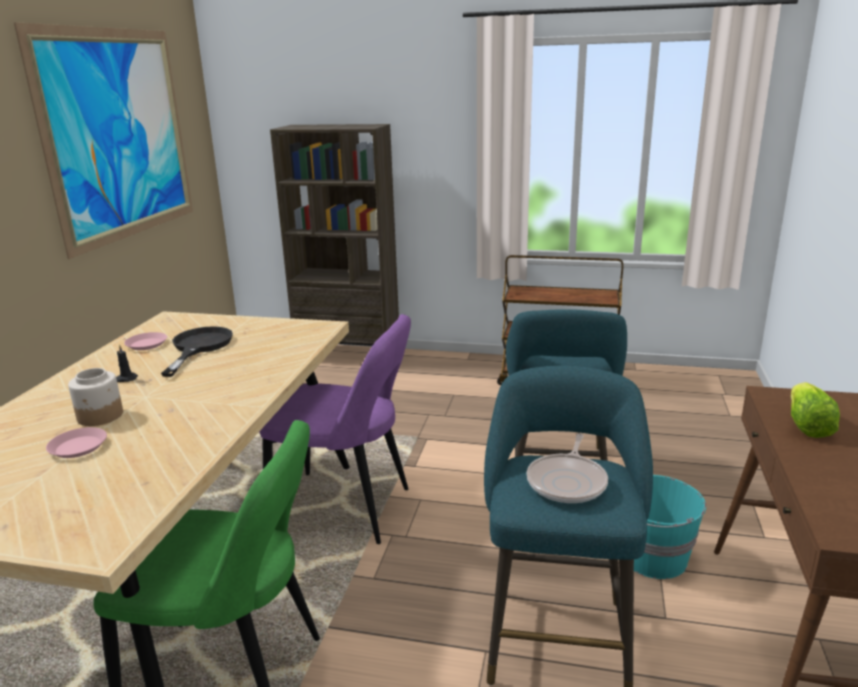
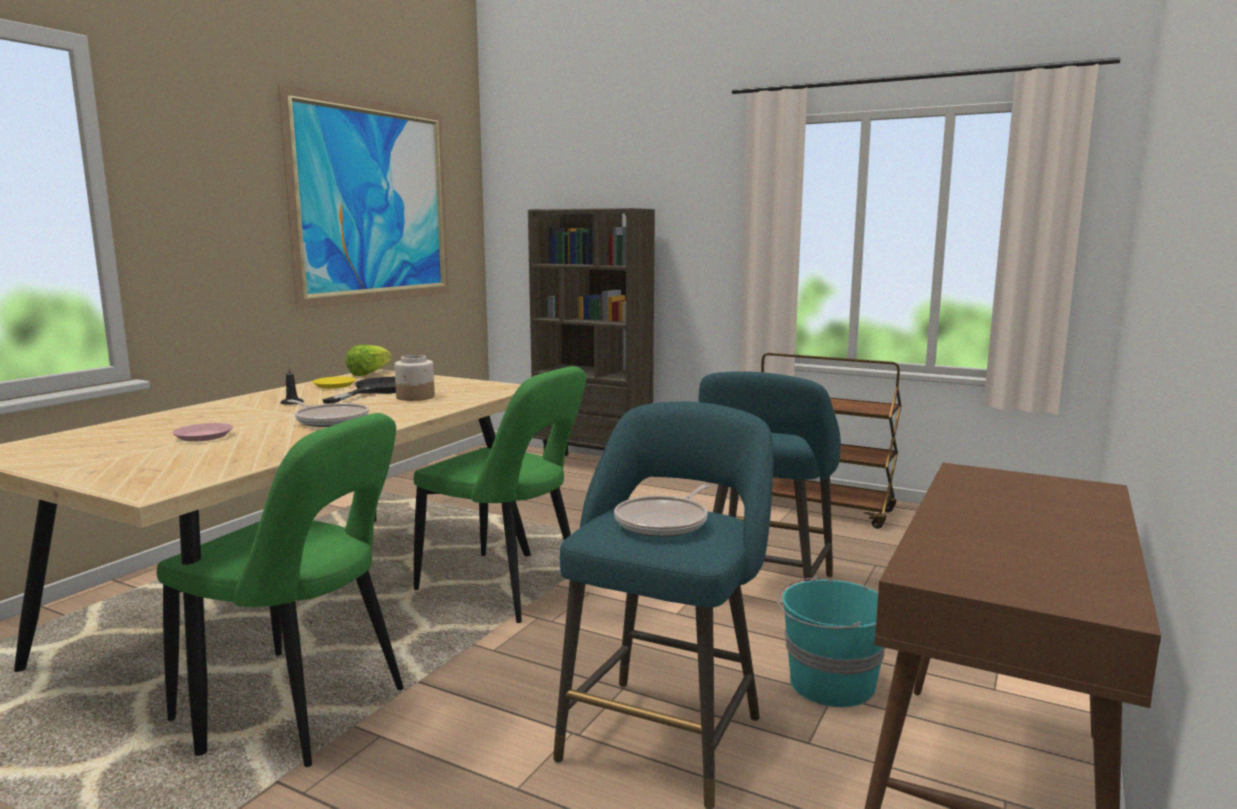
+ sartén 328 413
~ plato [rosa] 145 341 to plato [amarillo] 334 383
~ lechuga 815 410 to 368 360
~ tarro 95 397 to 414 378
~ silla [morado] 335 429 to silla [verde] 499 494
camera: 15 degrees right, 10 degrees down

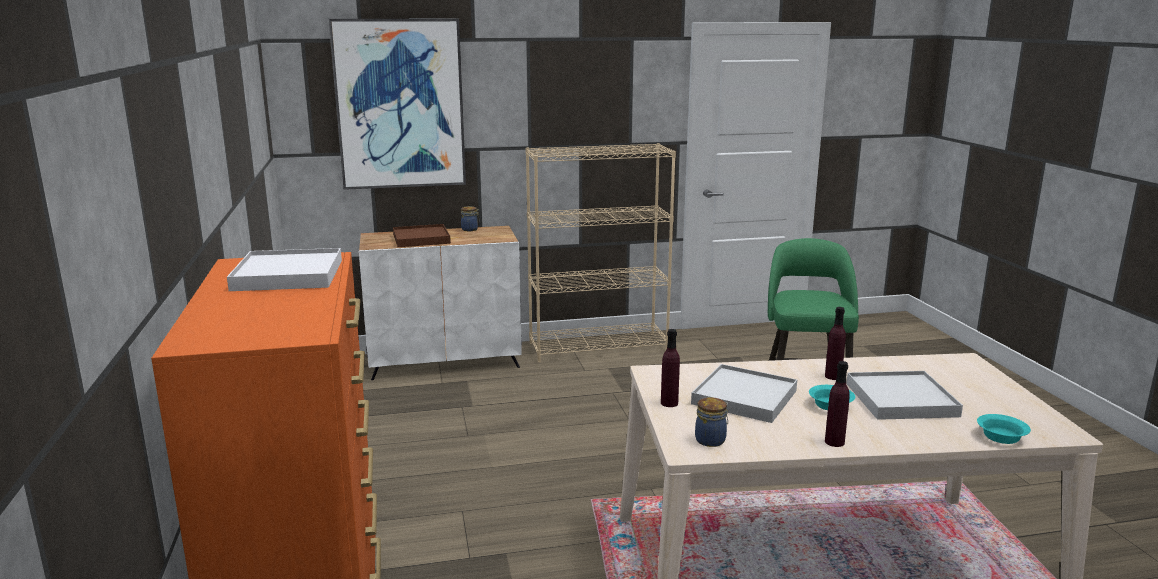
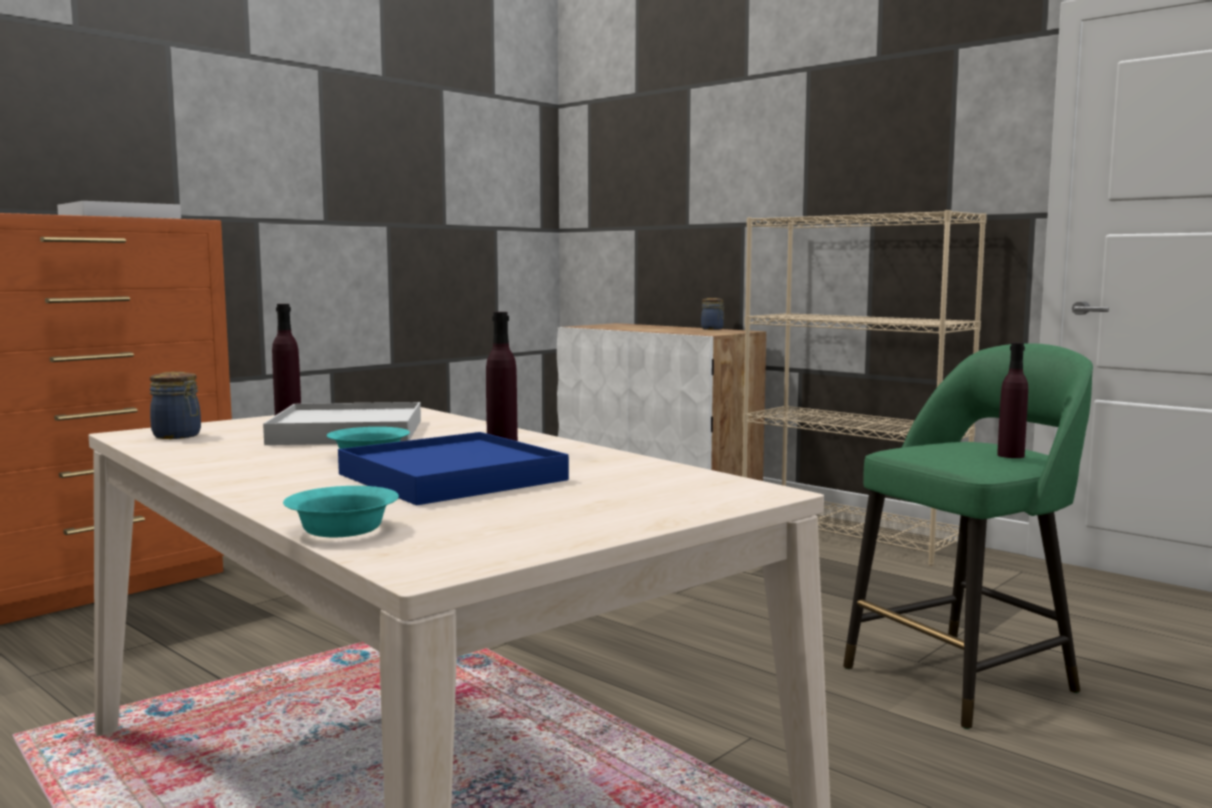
~ bandeja [blanco] 904 395 to bandeja [azul] 453 468
~ botella [morado] 837 404 to 1012 400
- cuadro 397 104
- bandeja [marrón] 422 235
camera: 55 degrees right, 10 degrees down

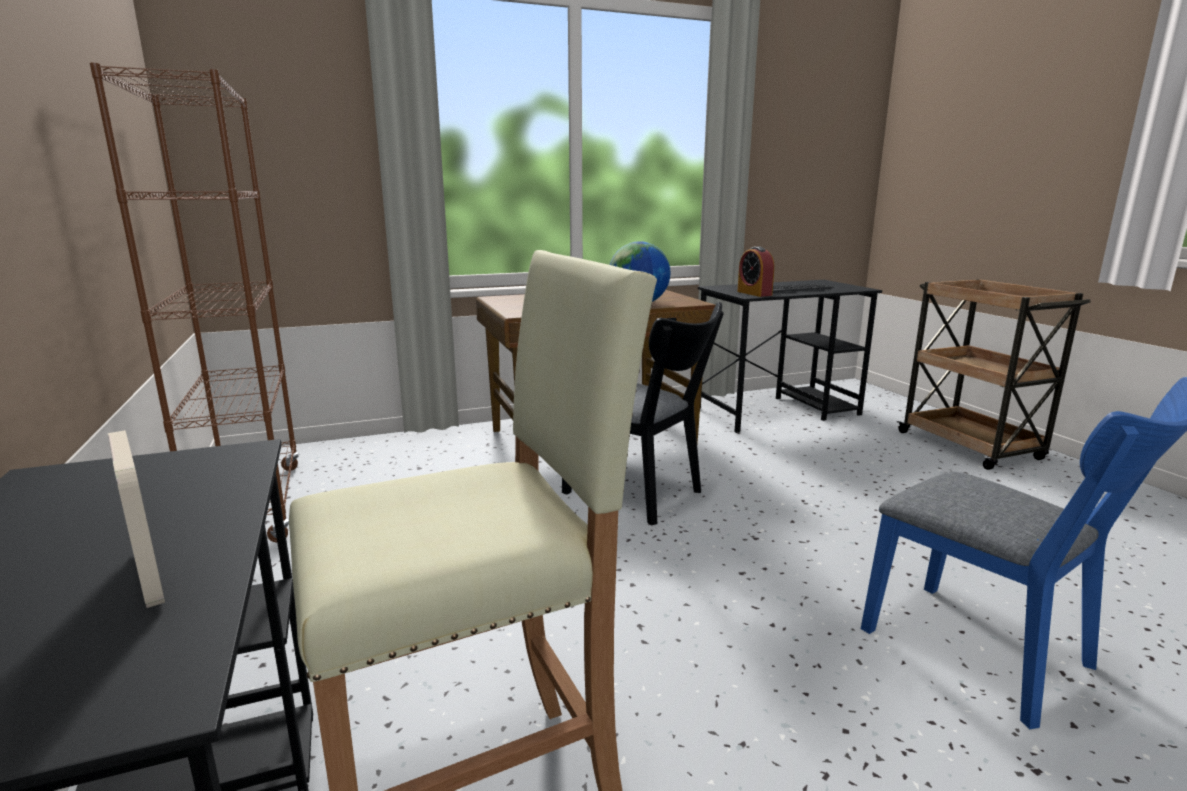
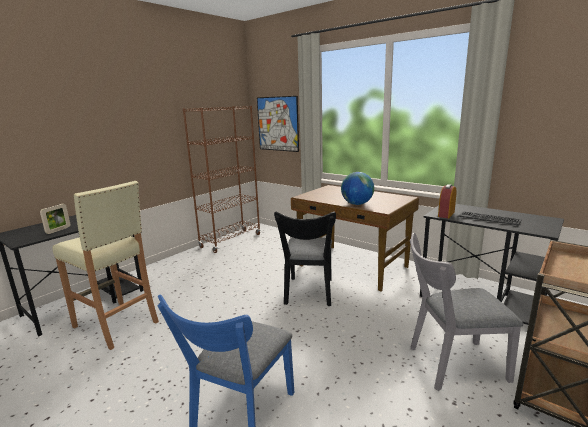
+ cuadro 278 124
+ silla [gris] 466 312
camera: 60 degrees right, 0 degrees up

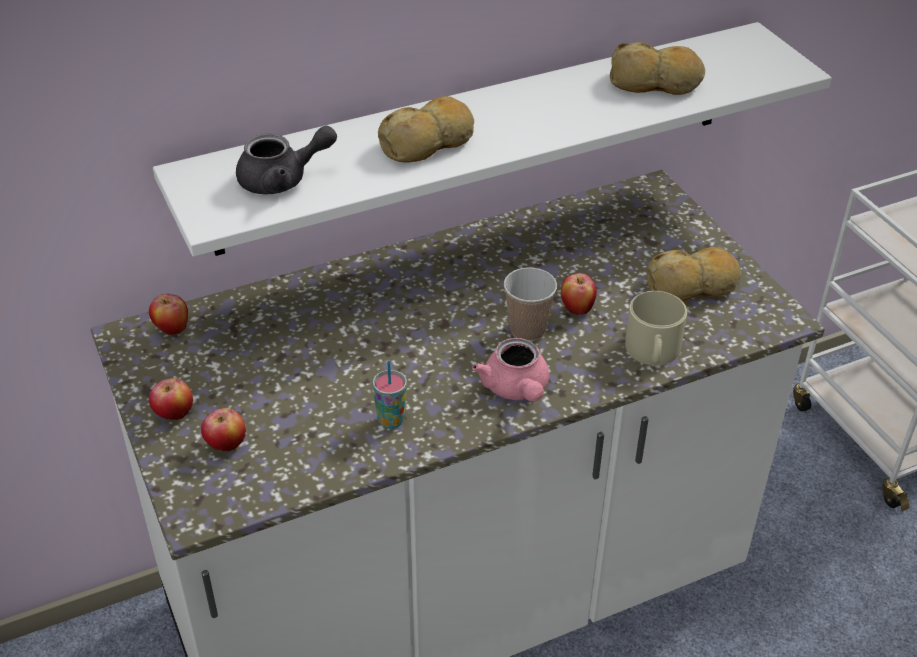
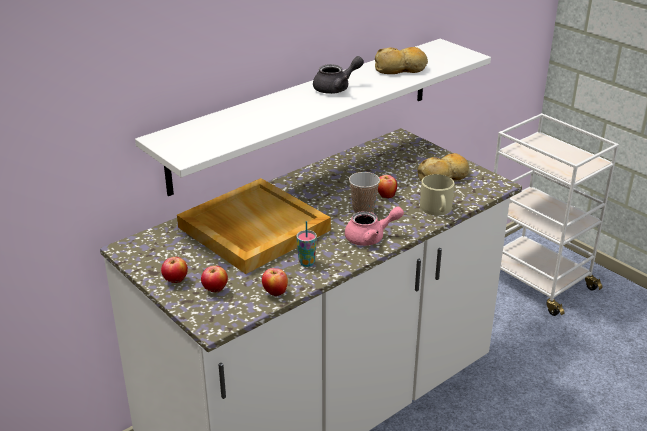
+ bandeja [beis] 254 226
~ manzana 168 314 to 275 282
~ tetera [gris] 286 160 to 338 75
~ tetera [rosa] 510 370 = 374 226 75 degrees counterclockwise
- pan 426 129
camera: 15 degrees left, 10 degrees down

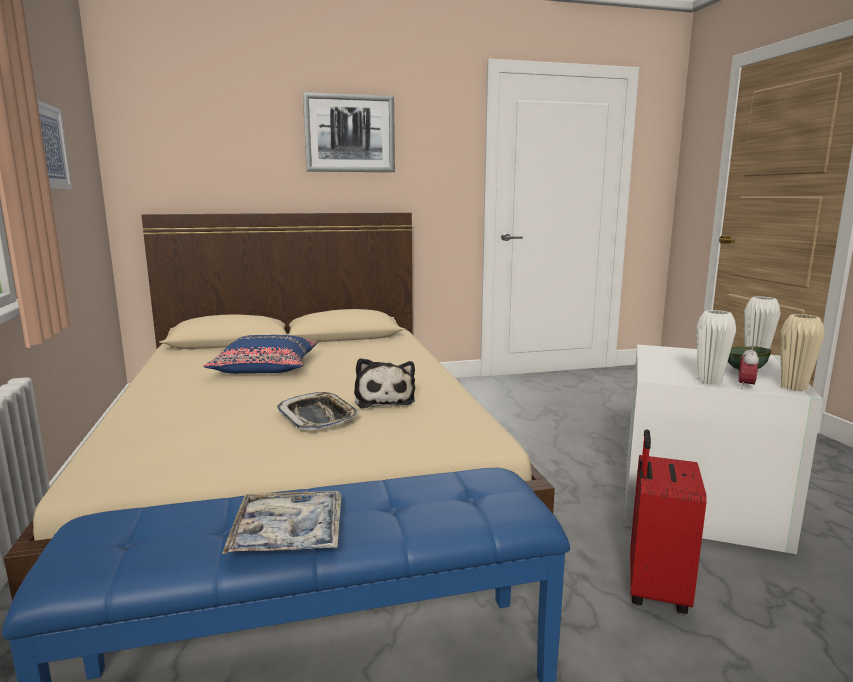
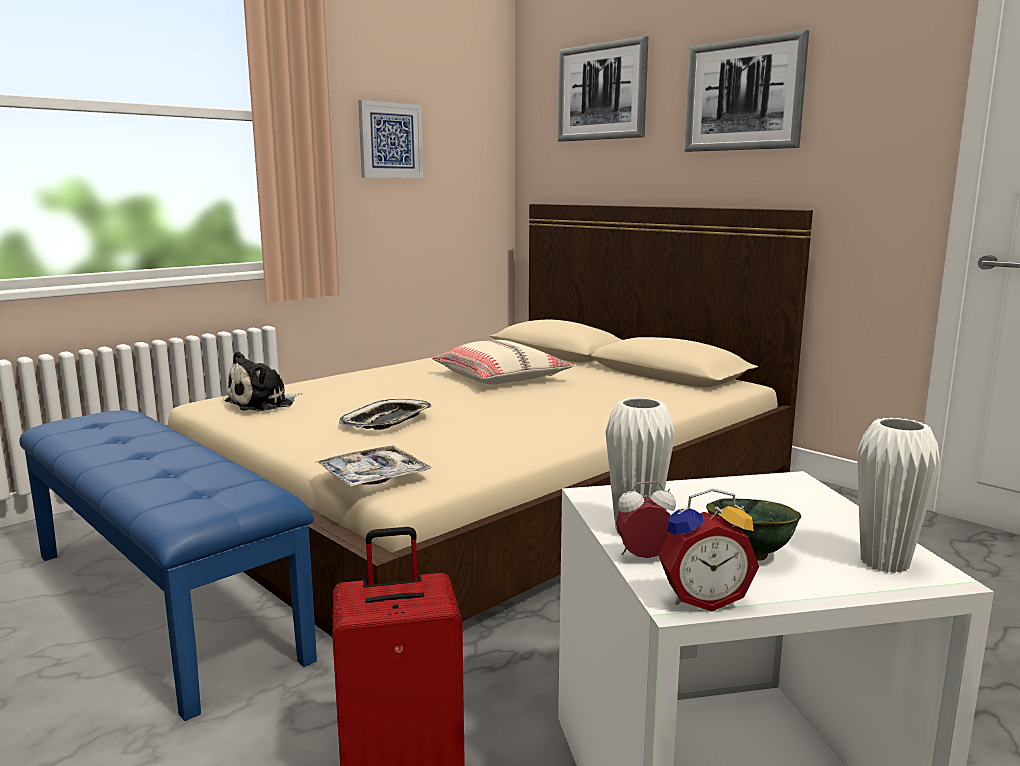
~ peluche 384 383 to 264 381
~ bandeja 282 522 to 374 466
~ cojín [azul] 261 354 to cojín [beis] 503 362
+ cuadro 603 89
~ florero [beis] 803 352 to despertador 708 550
camera: 60 degrees right, 0 degrees up

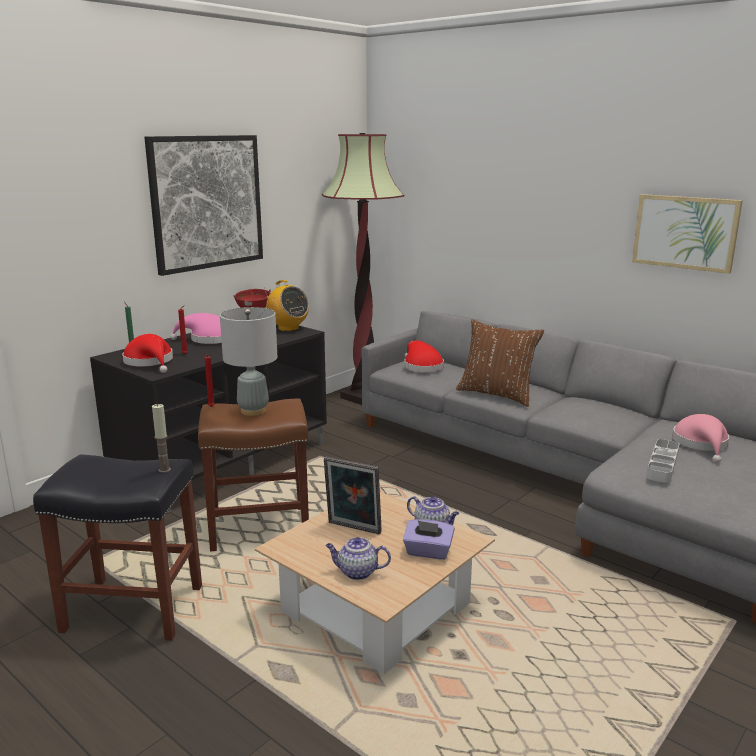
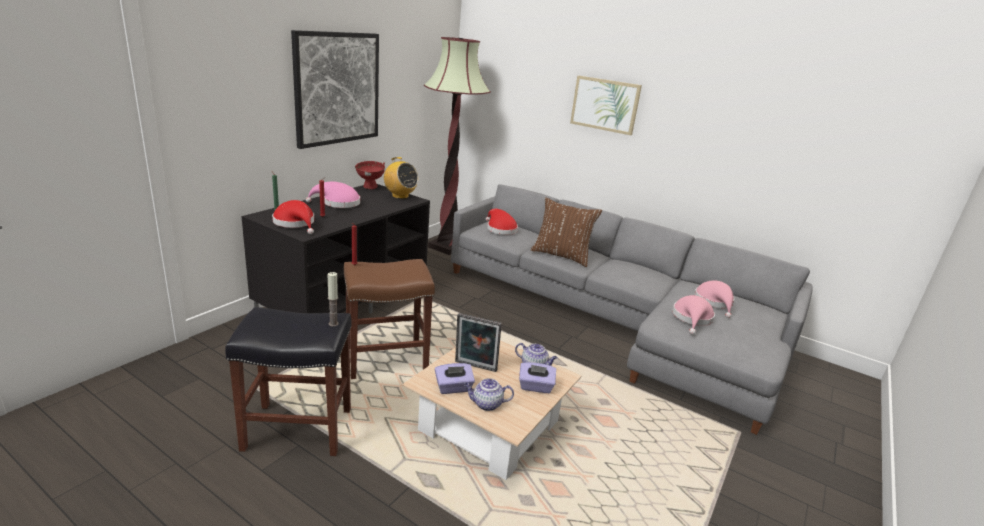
+ caja de pañuelos [morado] 455 378
~ cuadro 687 234 to 606 105
~ bandeja [gris] 662 461 to sombrero [rosa] 693 314
- lámpara de mesa [gris] 248 361
camera: 10 degrees left, 5 degrees up

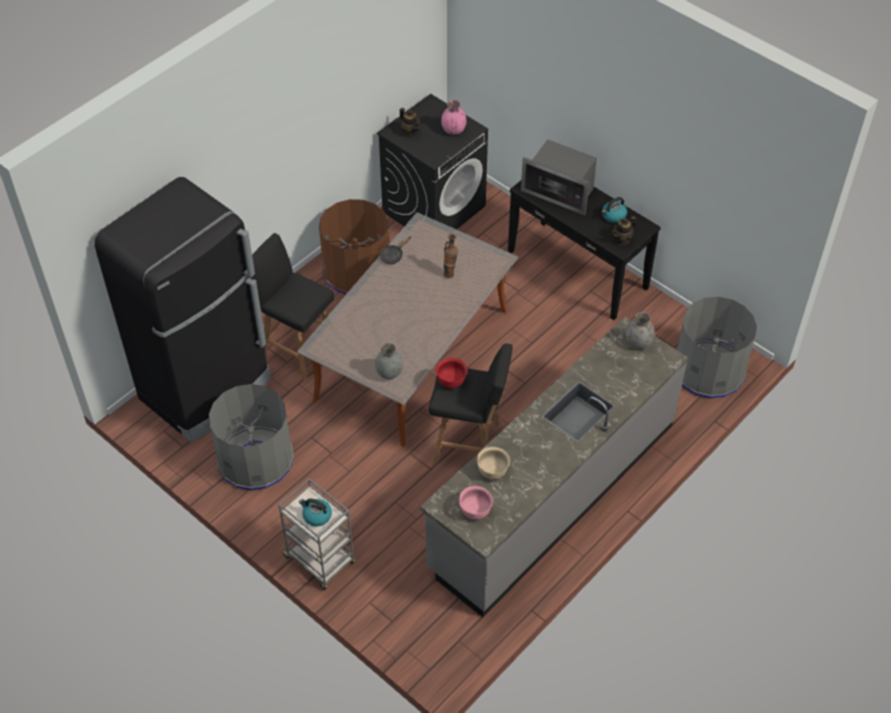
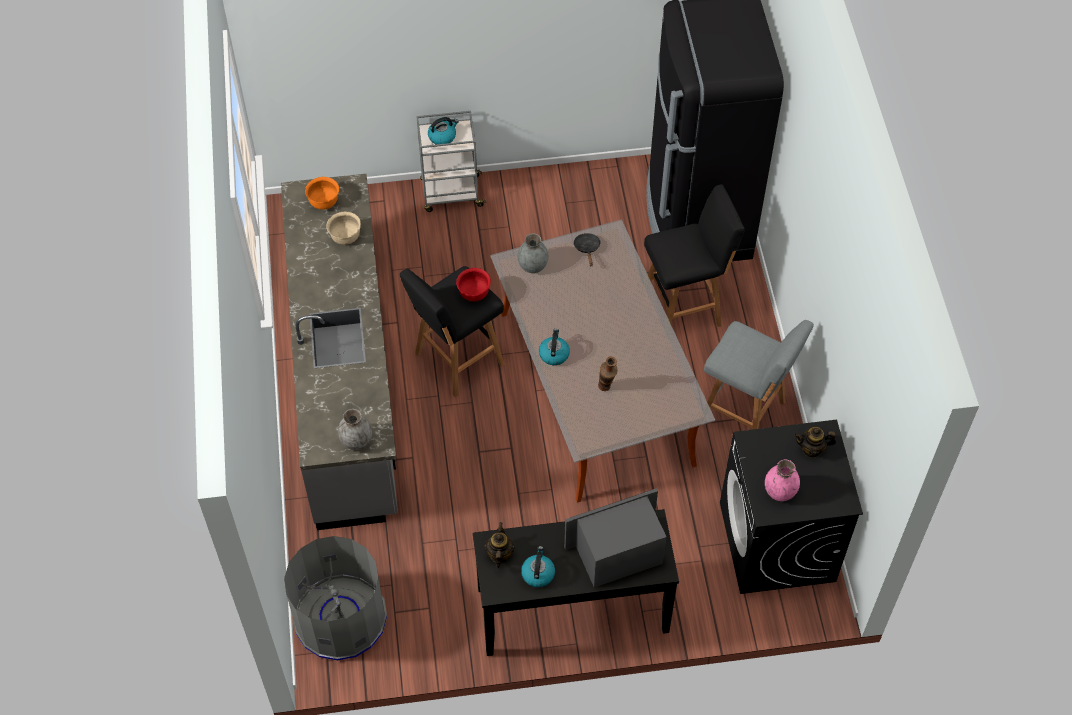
~ cuenco [rosa] 476 503 to cuenco [naranja] 322 193
+ hervidor 554 347
~ sartén [negro] 395 250 to 587 249
~ papelera [marrón] 354 247 to taburete [gris] 757 375
- papelera [gris] 251 437
camera: 130 degrees right, 5 degrees up

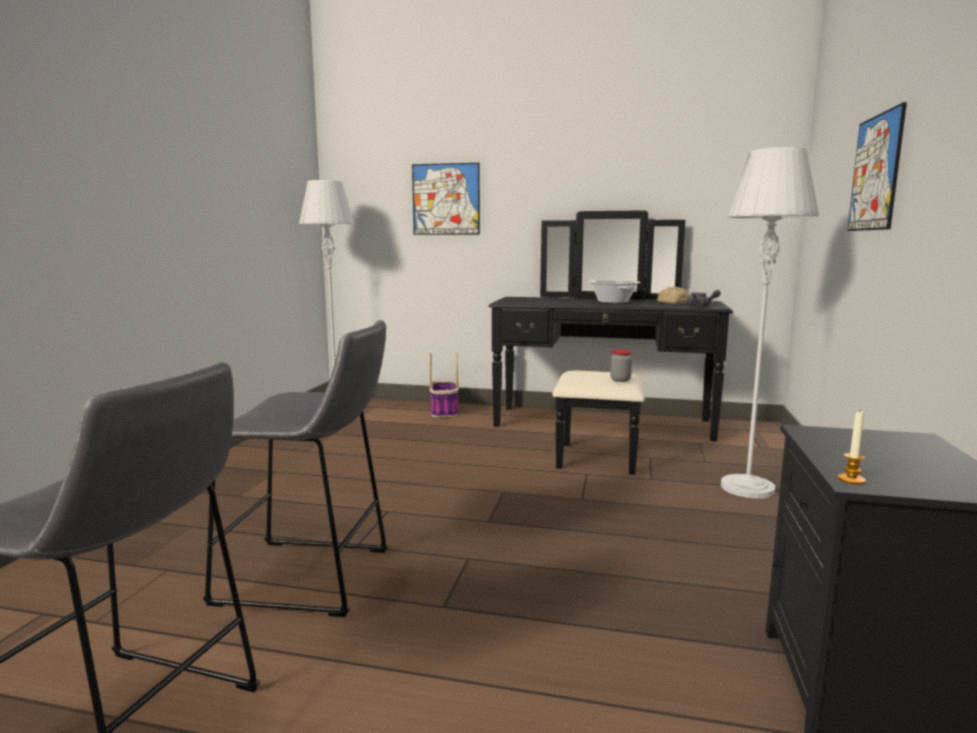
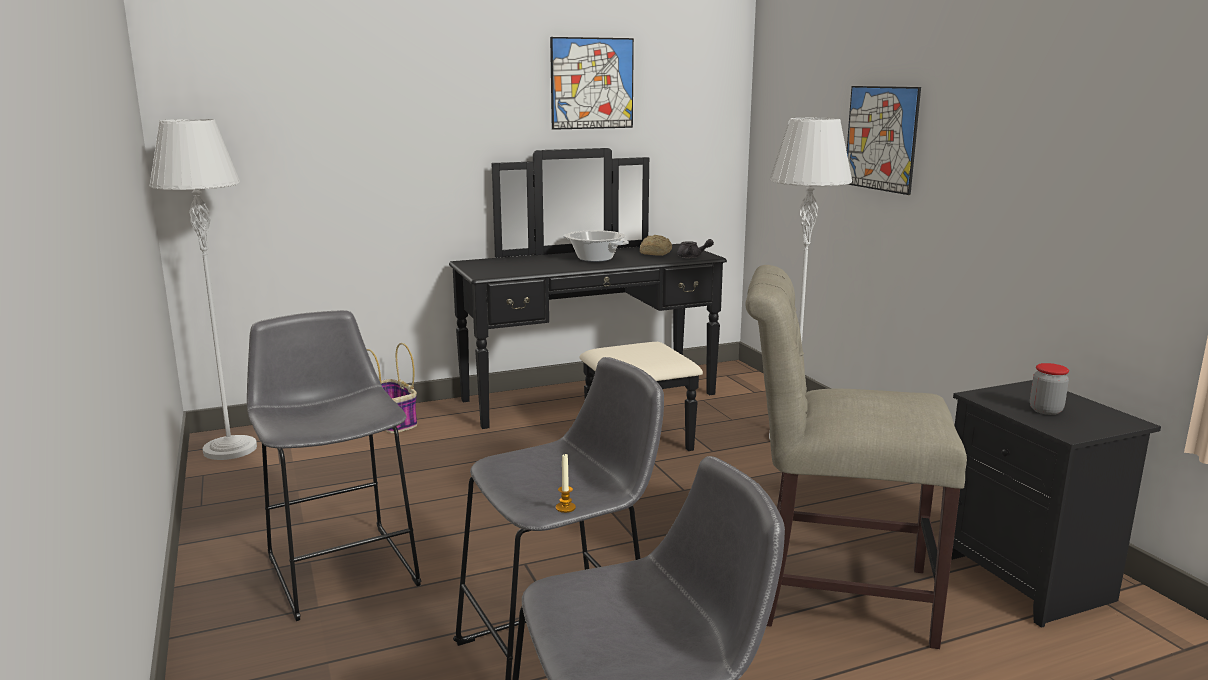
+ taburete [gris] 334 465
~ cuadro 446 199 to 592 83
~ vela 852 448 to 566 483
+ silla [beis] 856 457
~ tarro 621 366 to 1049 389
camera: 35 degrees left, 5 degrees up

